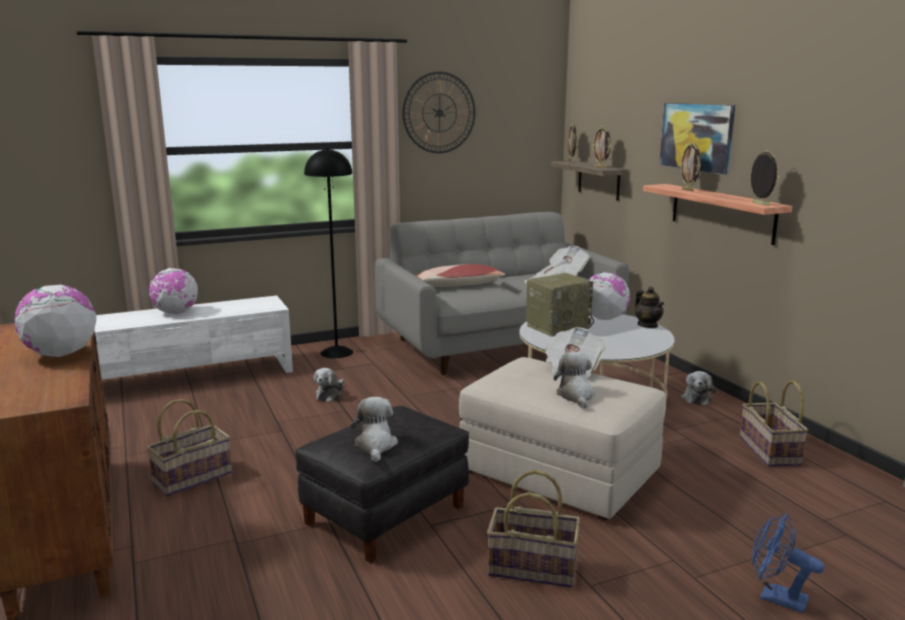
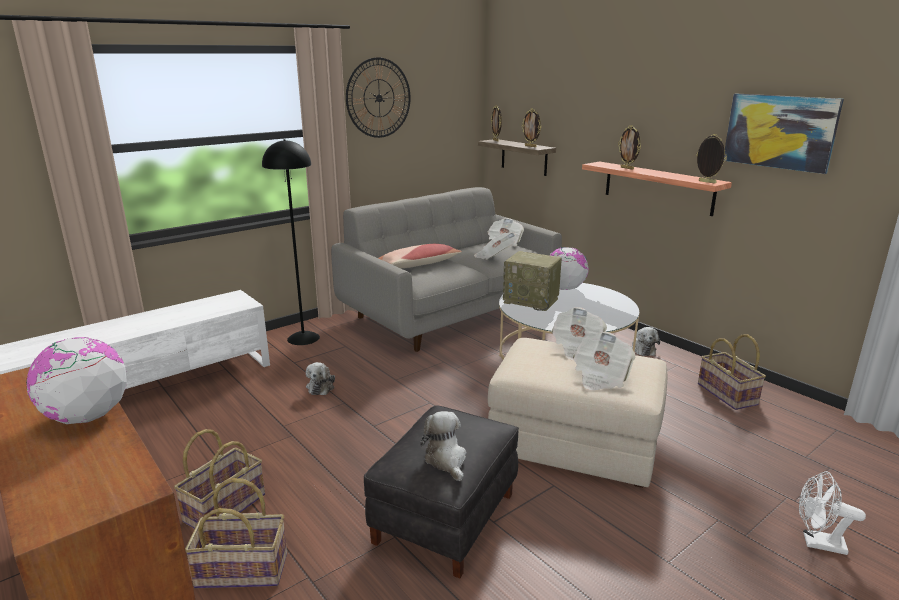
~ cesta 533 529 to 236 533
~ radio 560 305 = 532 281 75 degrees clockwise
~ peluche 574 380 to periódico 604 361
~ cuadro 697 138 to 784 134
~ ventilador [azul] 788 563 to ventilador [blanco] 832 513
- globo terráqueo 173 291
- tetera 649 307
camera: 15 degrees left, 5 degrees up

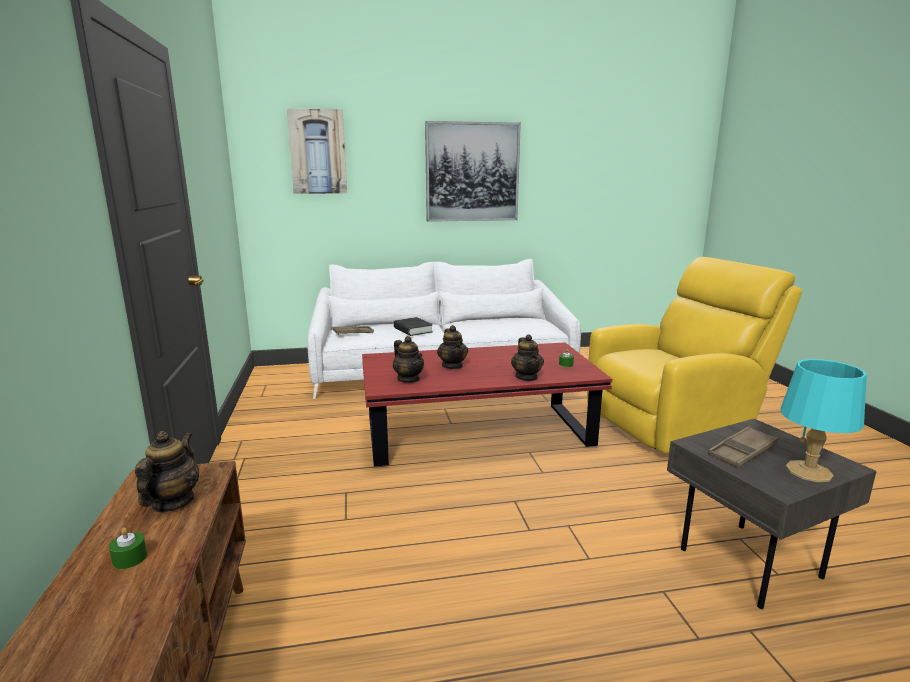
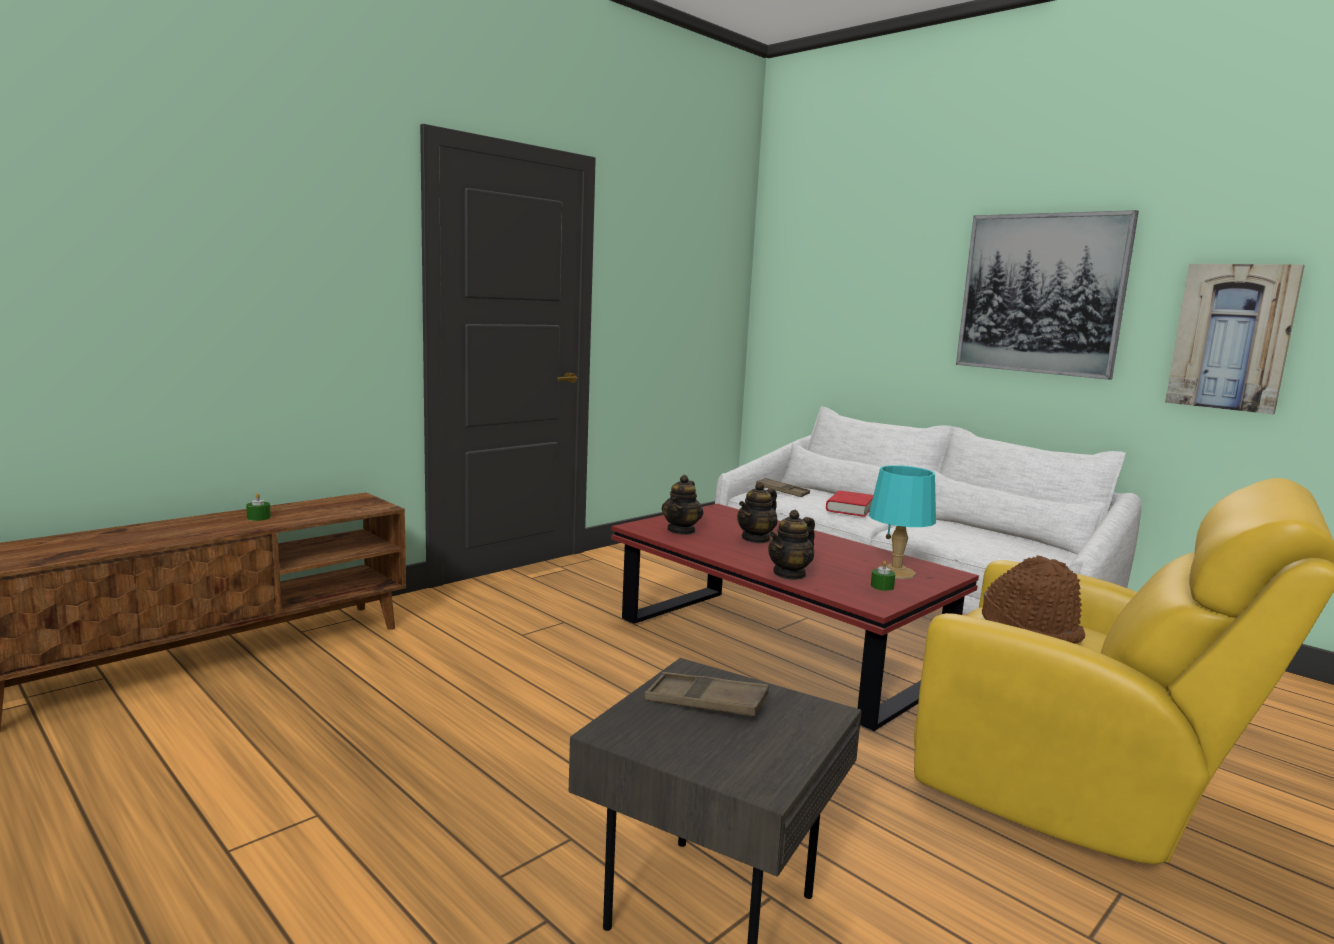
~ libro [negro] 413 326 to libro [rojo] 849 504
~ lámpara de mesa [turquesa] 823 420 to 902 522
+ sombrero [marrón] 1033 599
~ cuadro 317 151 to 1235 339
- tetera 167 471
camera: 55 degrees right, 5 degrees down

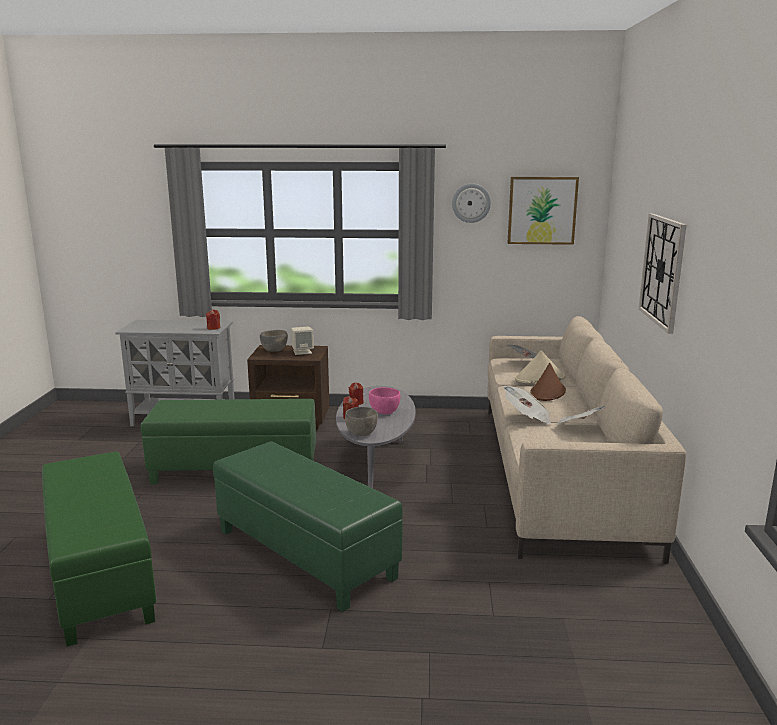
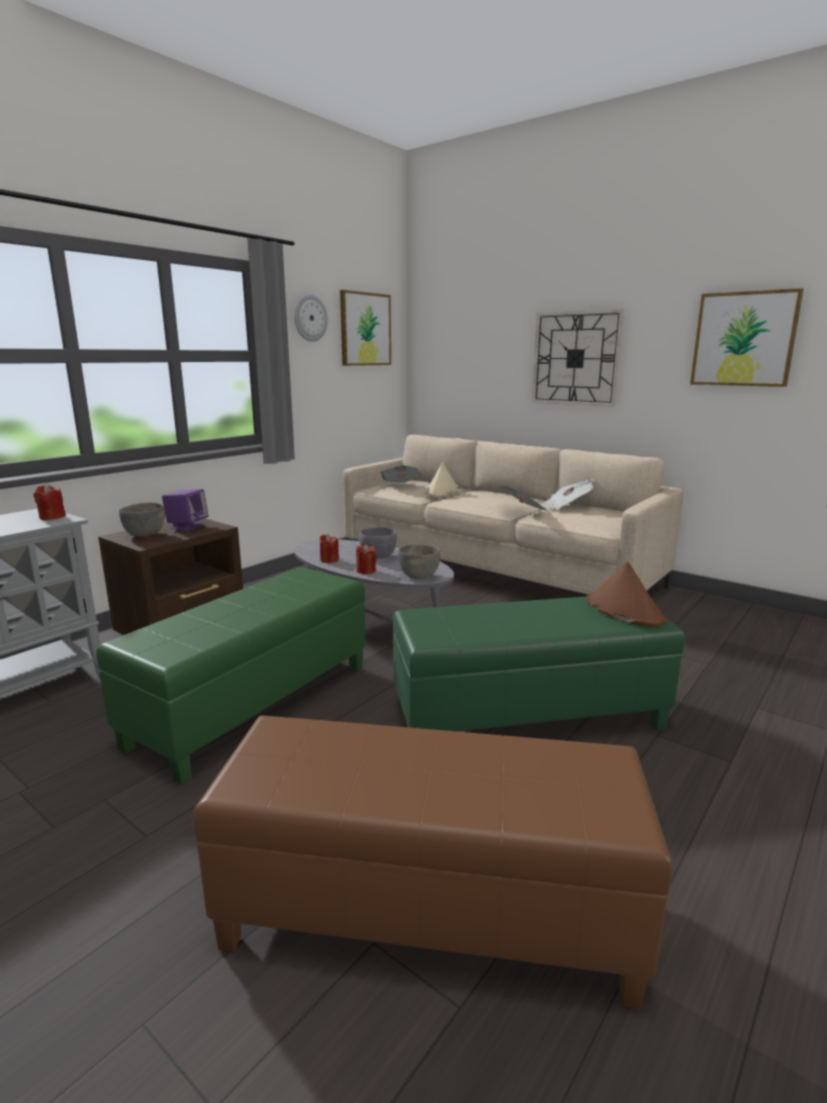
~ altavoz [beis] 302 341 to altavoz [morado] 185 510
~ puf [verde] 99 549 to puf [marrón] 432 862
~ cuenco [rosa] 384 400 to cuenco [gris] 378 542
~ sombrero [marrón] 548 382 to 626 594
+ cuadro 747 337
camera: 55 degrees left, 0 degrees up

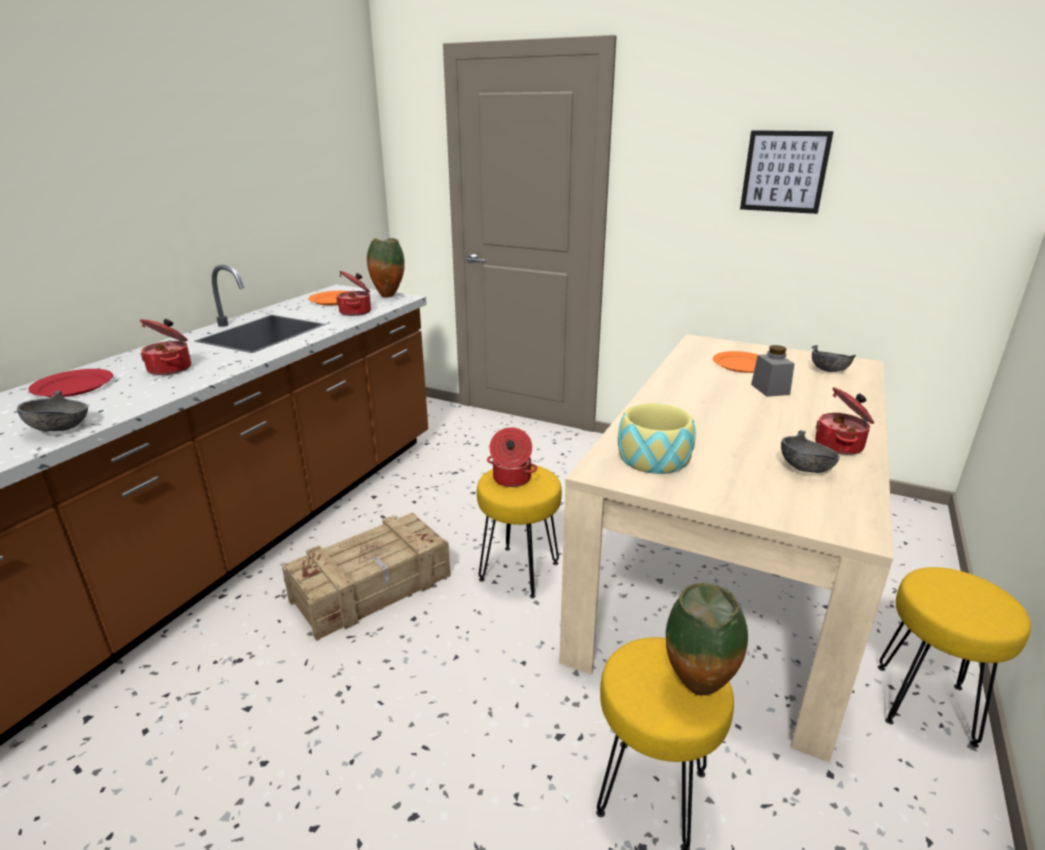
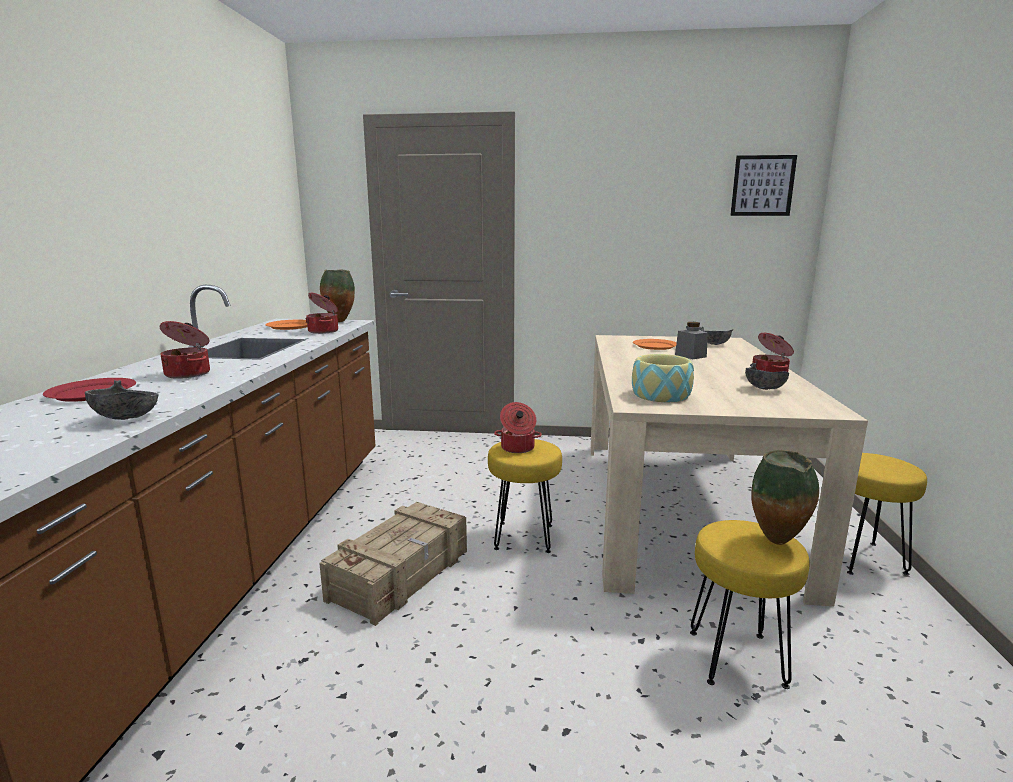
~ cuadro 787 172 to 763 185
camera: 20 degrees left, 10 degrees down

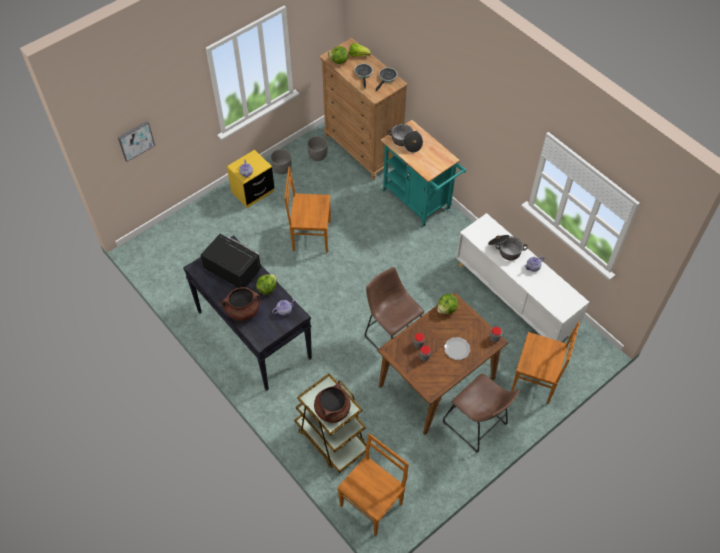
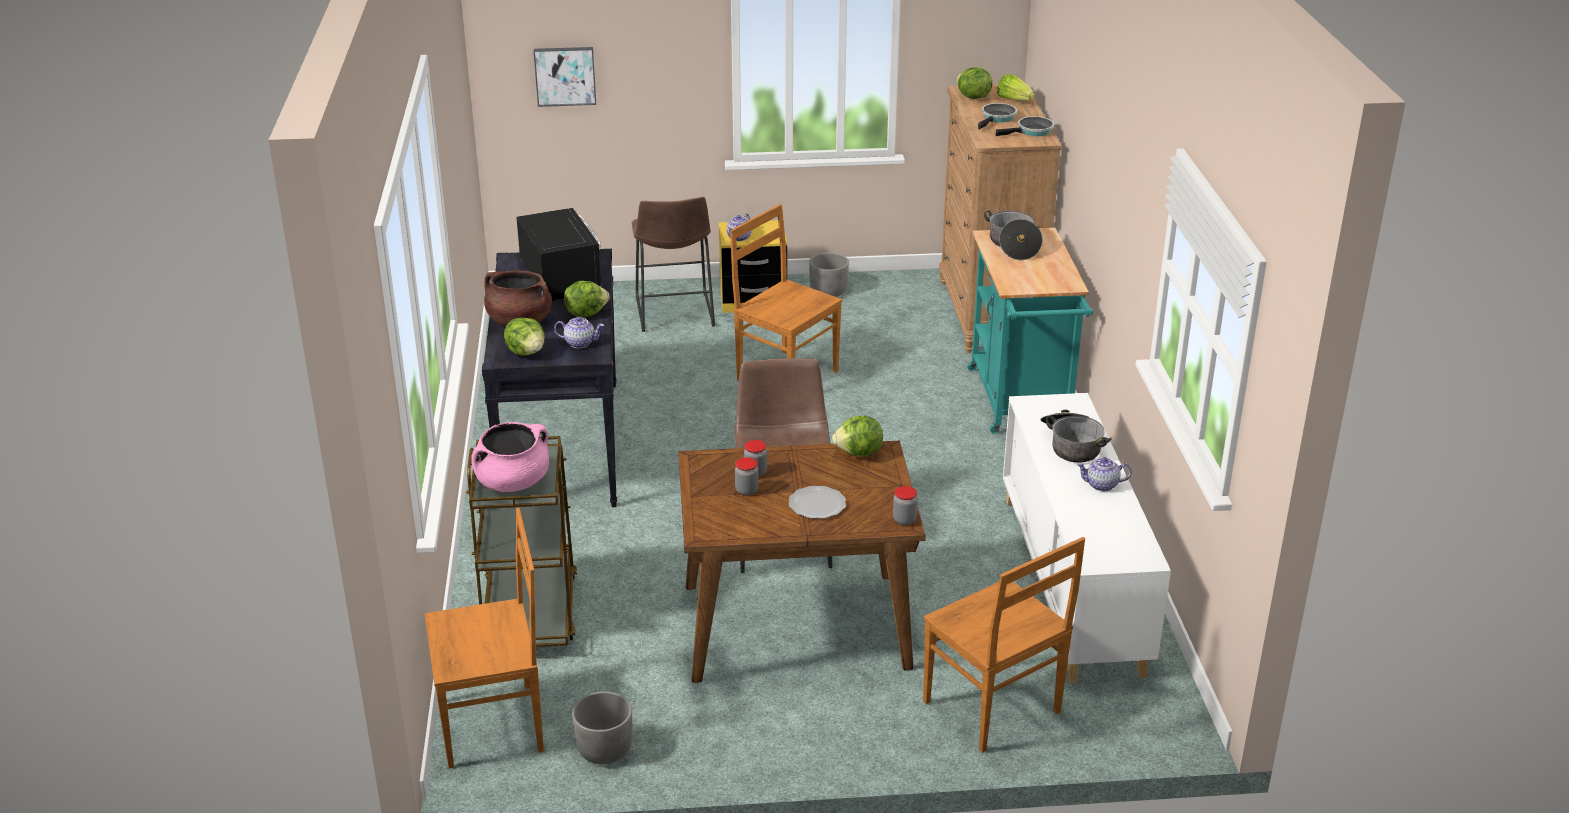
~ olla [marrón] 332 403 to olla [rosa] 510 457
+ lechuga 524 337
~ maceta [gris] 317 148 to 602 728
~ taburete [marrón] 481 413 to 673 264
camera: 35 degrees right, 25 degrees down

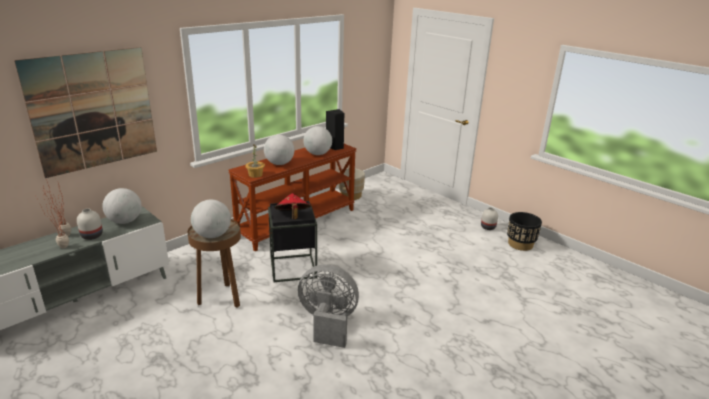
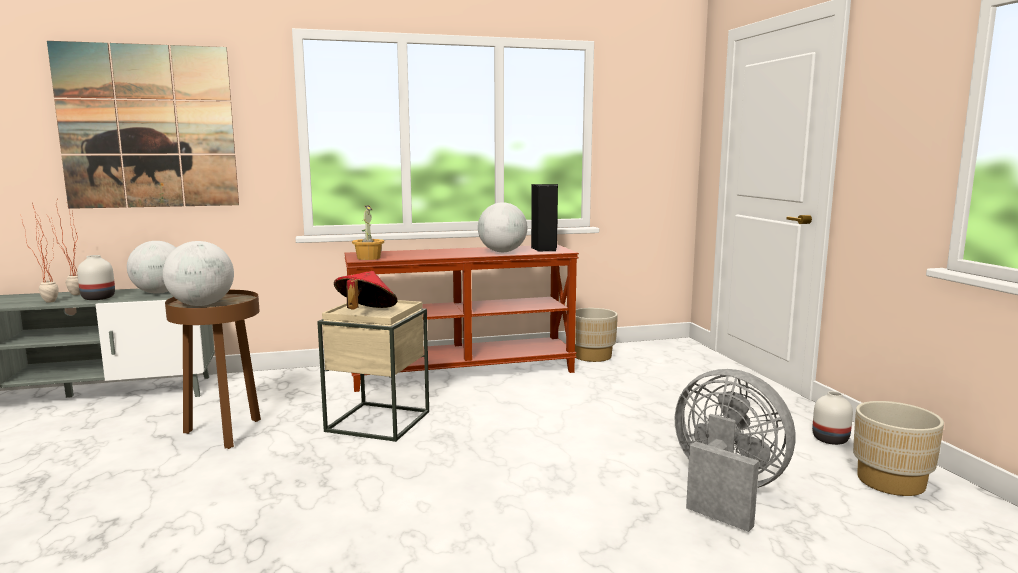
~ mesa auxiliar [negro] 292 241 to mesa auxiliar [beis] 373 371
~ ventilador [gris] 328 306 to 735 450
~ maceta [negro] 524 231 to maceta [beis] 898 448
- globo terráqueo 279 150
camera: 30 degrees right, 15 degrees down

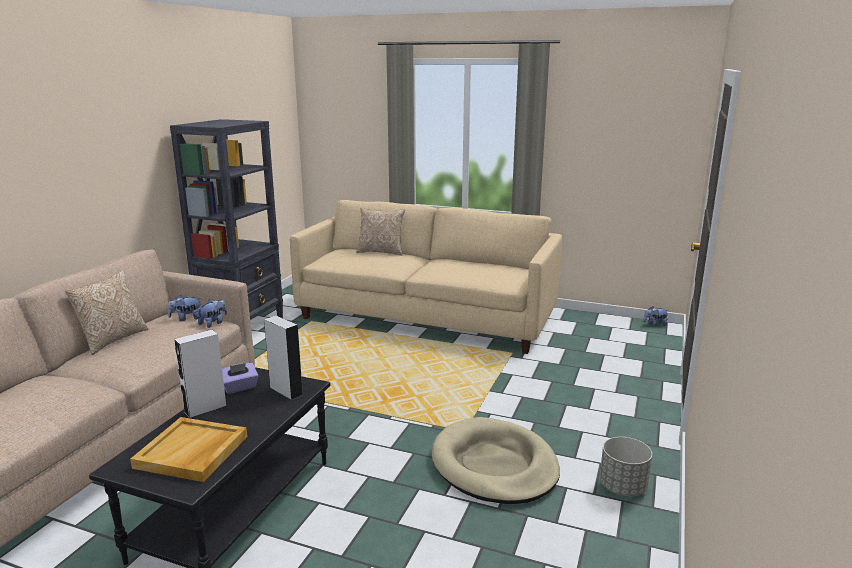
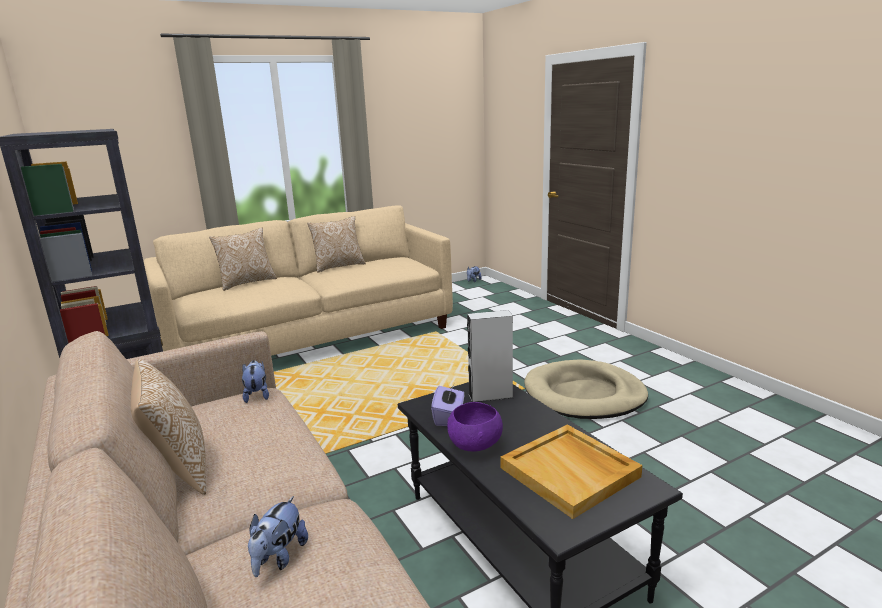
~ peluche 185 308 to 278 536
+ cojín 336 244
~ altavoz [blanco] 200 374 to cuenco [morado] 475 427
- maceta [gris] 626 466
camera: 50 degrees left, 0 degrees up

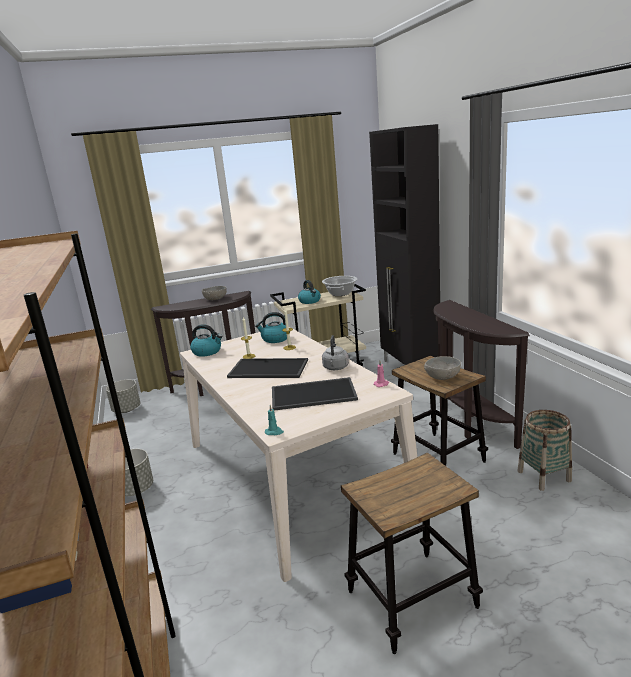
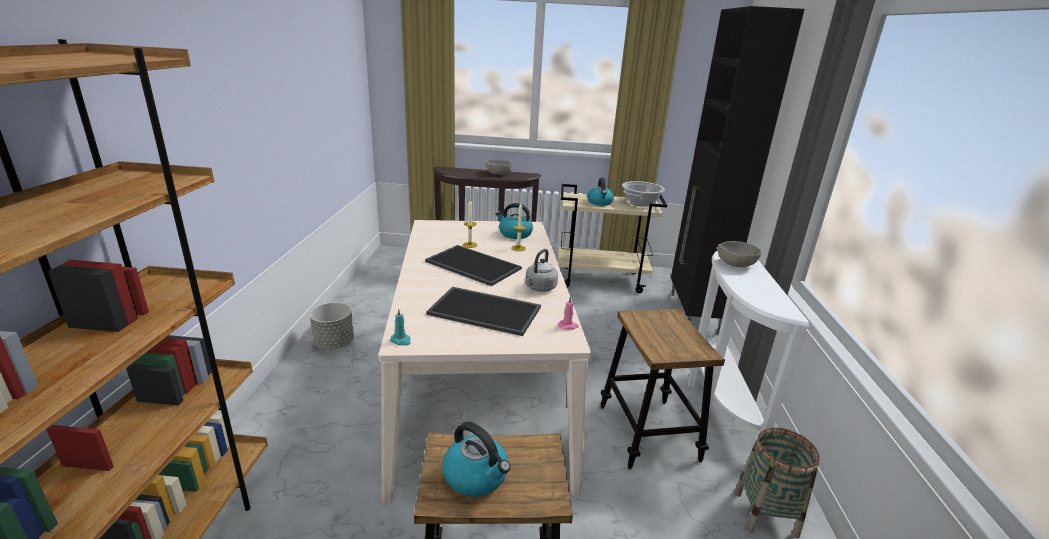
~ hervidor 206 340 to 476 459
~ mesa consola [marrón] 481 374 to mesa consola [blanco] 748 342
~ cuenco [gris] 442 368 to 739 254
- maceta [gris] 123 396
camera: 20 degrees right, 5 degrees up

